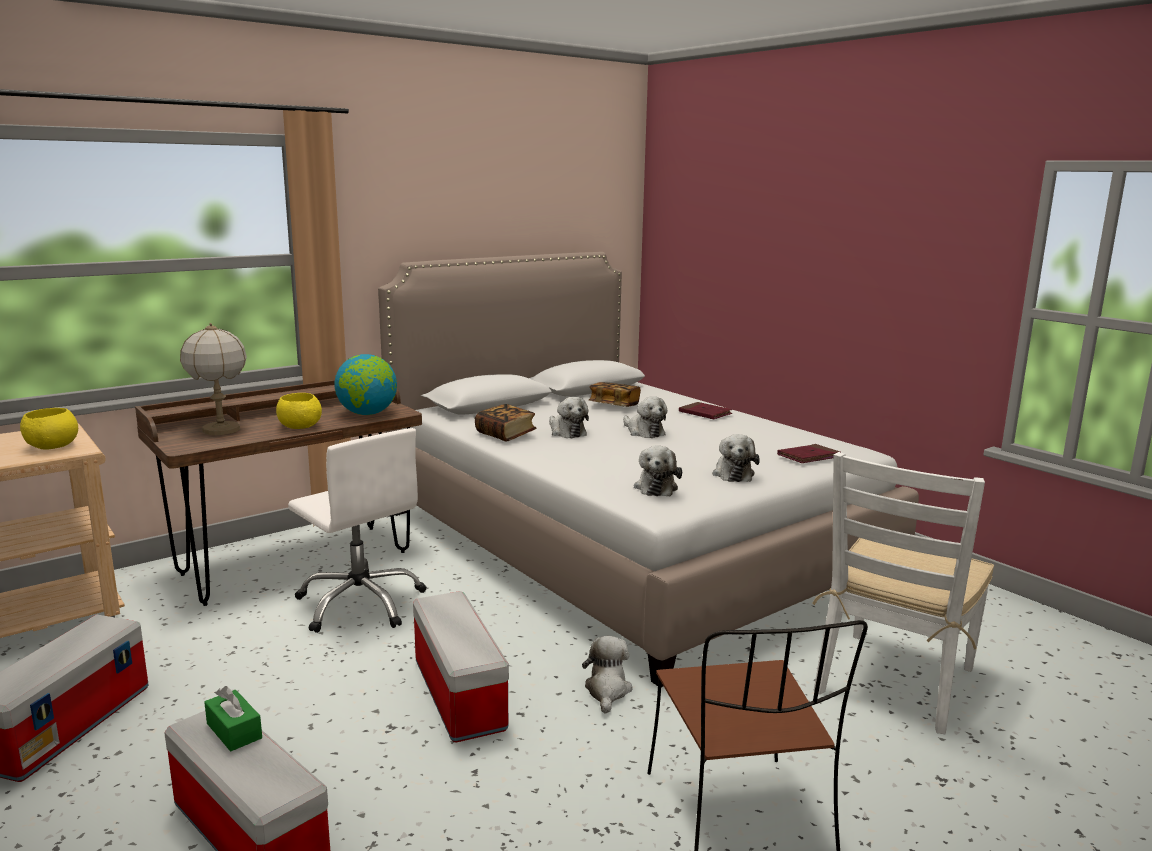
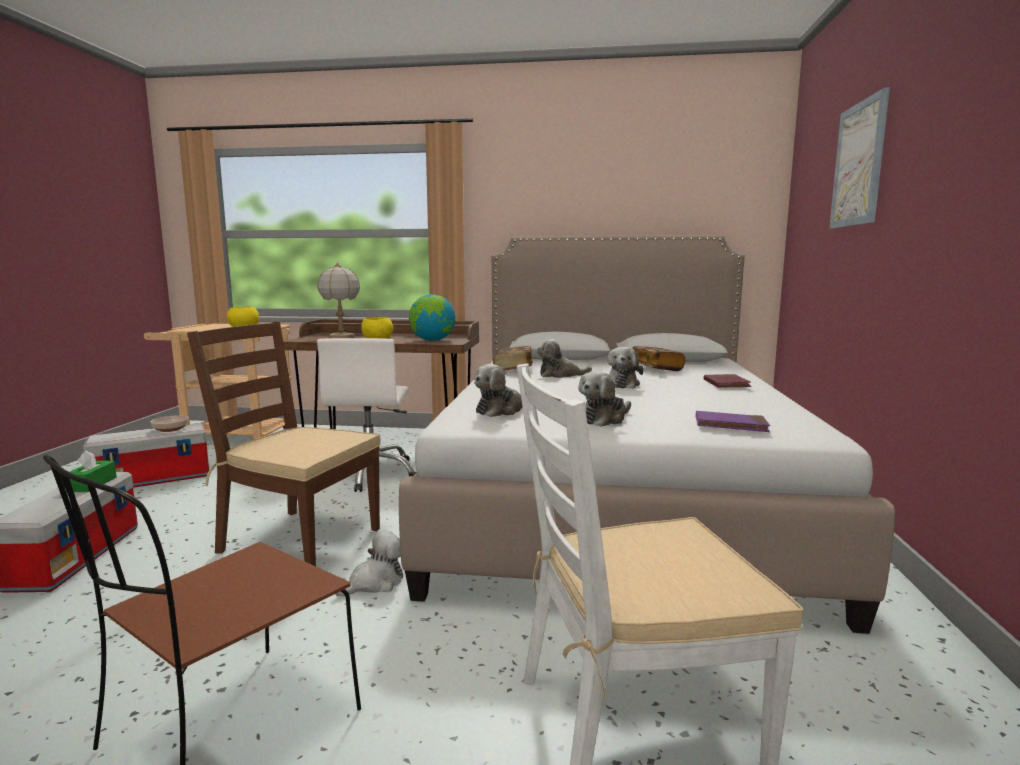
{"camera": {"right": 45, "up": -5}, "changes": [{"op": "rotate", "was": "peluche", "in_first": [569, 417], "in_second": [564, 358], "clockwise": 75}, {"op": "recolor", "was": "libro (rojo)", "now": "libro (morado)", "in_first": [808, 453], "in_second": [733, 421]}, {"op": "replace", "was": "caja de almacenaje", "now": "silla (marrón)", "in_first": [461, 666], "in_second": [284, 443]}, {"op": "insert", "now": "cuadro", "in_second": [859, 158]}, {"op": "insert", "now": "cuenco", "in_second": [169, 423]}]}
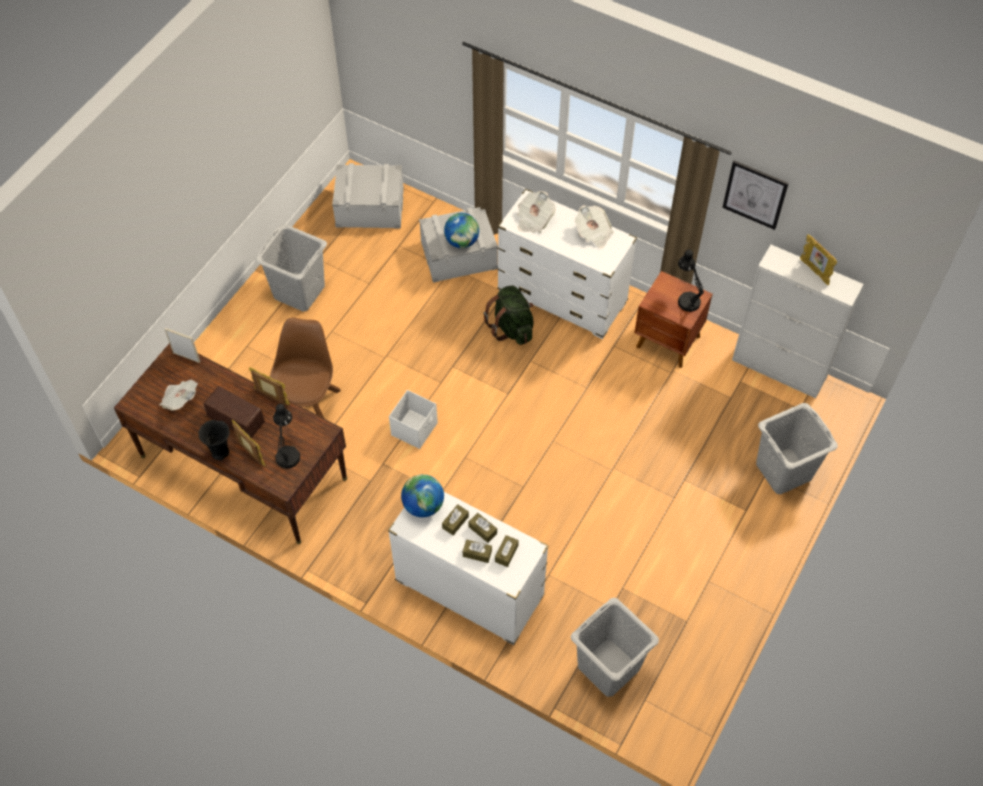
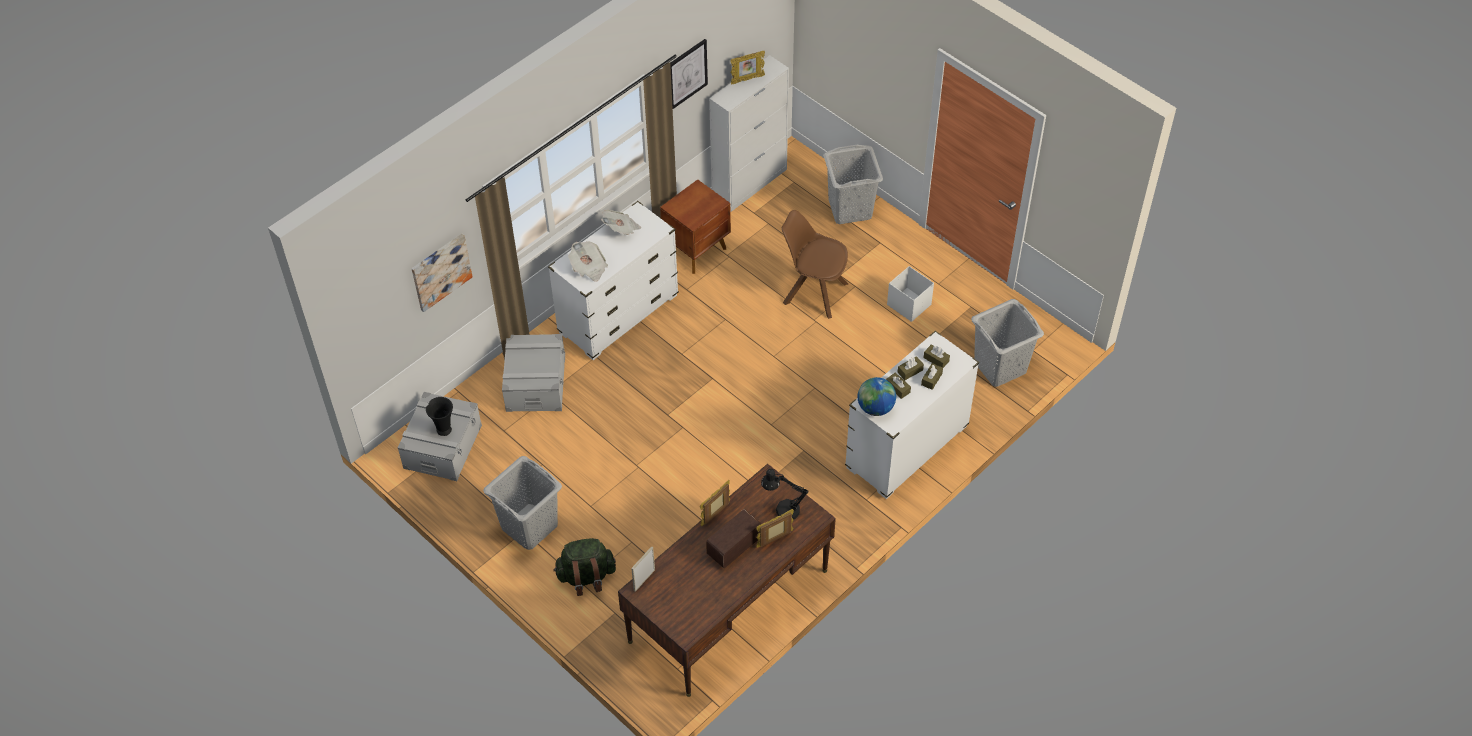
{"camera": {"right": -75, "up": -5}, "changes": [{"op": "delete", "was": "globo terráqueo", "in_first": [461, 230]}, {"op": "delete", "was": "lámpara de mesa (negro)", "in_first": [691, 280]}, {"op": "move", "was": "mochila (verde)", "in_first": [508, 315], "in_second": [584, 567]}, {"op": "move", "was": "silla (marrón)", "in_first": [305, 367], "in_second": [815, 264]}, {"op": "delete", "was": "periódico", "in_first": [178, 395]}, {"op": "move", "was": "caja de almacenaje (blanco)", "in_first": [413, 419], "in_second": [910, 294]}, {"op": "move", "was": "florero (negro)", "in_first": [214, 440], "in_second": [439, 416]}, {"op": "insert", "now": "cuadro", "in_second": [442, 272]}]}
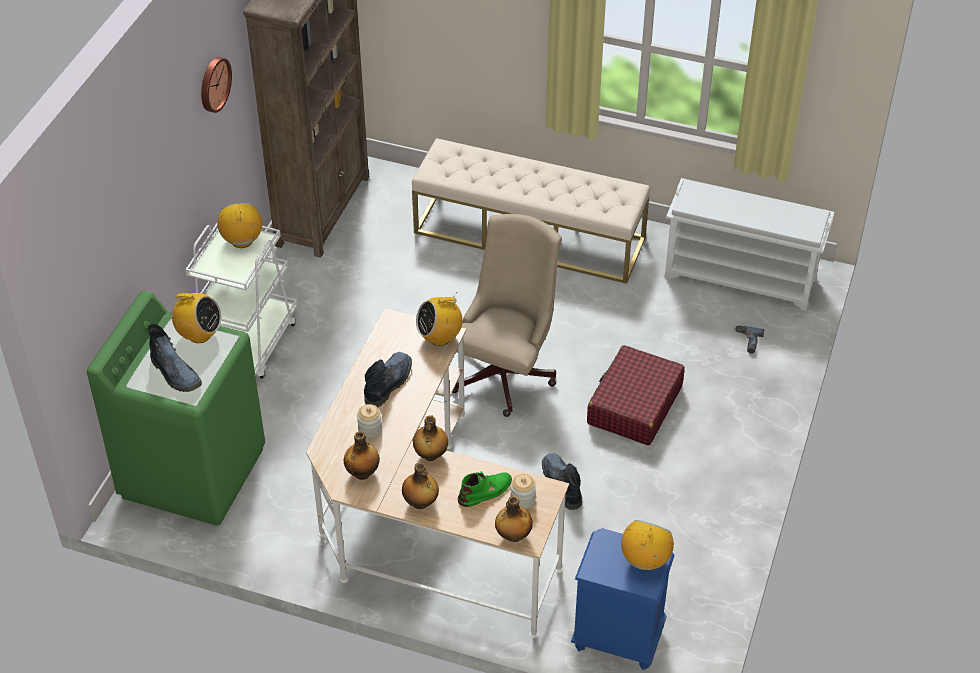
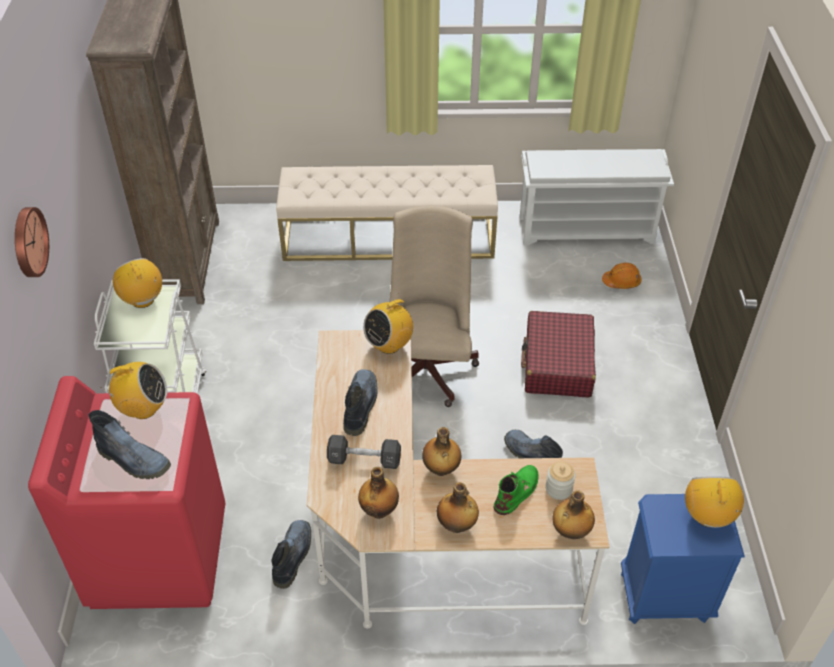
{"camera": {"right": -20, "up": 0}, "changes": [{"op": "move", "was": "reloj de pared", "in_first": [216, 85], "in_second": [32, 242]}, {"op": "recolor", "was": "lavadora (verde)", "now": "lavadora (rojo)", "in_first": [176, 408], "in_second": [126, 492]}, {"op": "replace", "was": "taladro", "now": "casco (naranja)", "in_first": [749, 339], "in_second": [622, 276]}, {"op": "replace", "was": "tarro", "now": "mancuerna (negro)", "in_first": [369, 421], "in_second": [364, 452]}, {"op": "insert", "now": "bota", "in_second": [291, 554]}]}
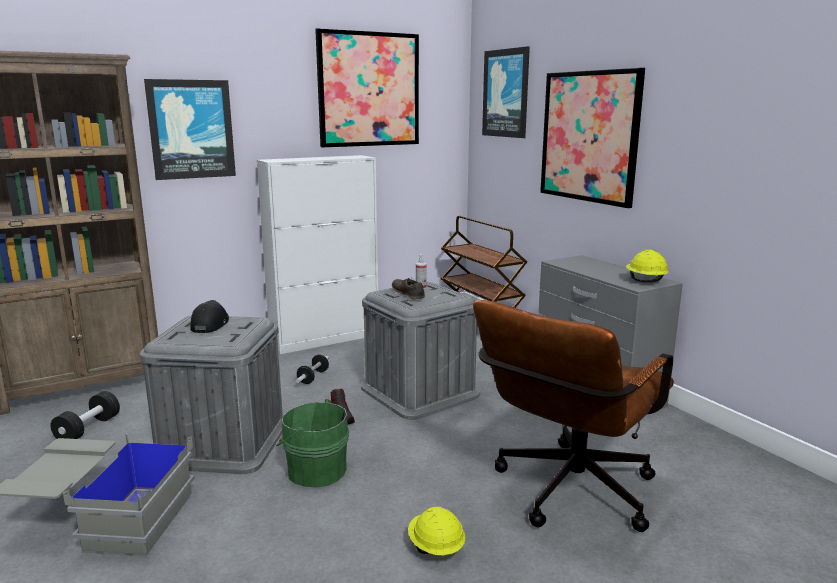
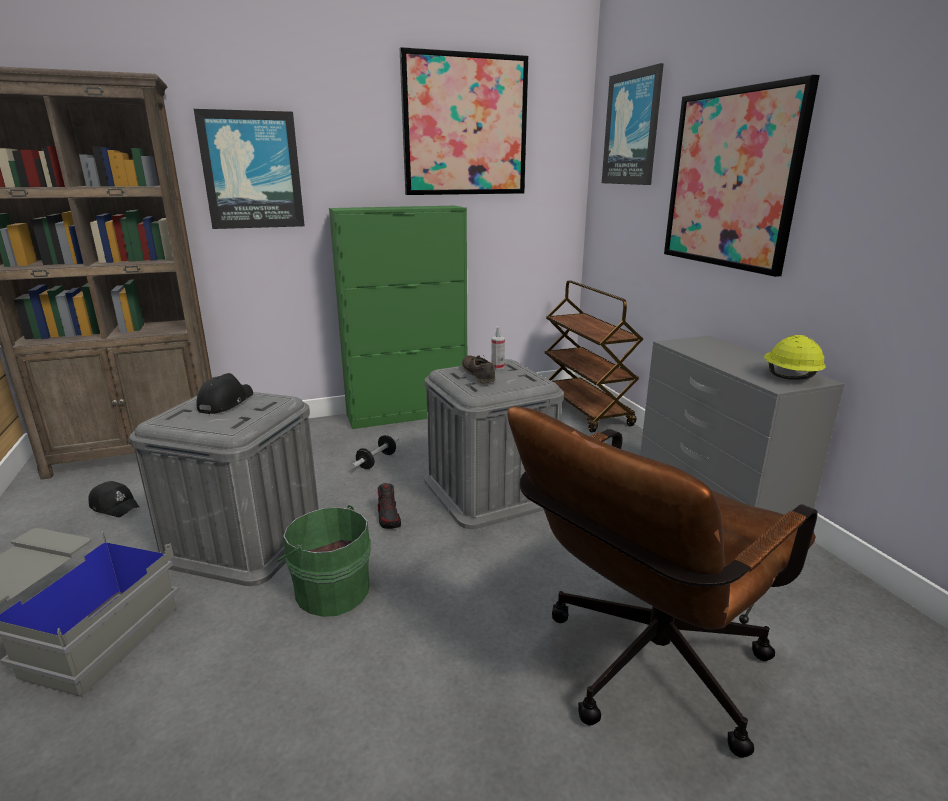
{"camera": {"right": 10, "up": 5}, "changes": [{"op": "recolor", "was": "armario (blanco)", "now": "armario (verde)", "in_first": [317, 254], "in_second": [398, 317]}, {"op": "replace", "was": "mancuerna (negro)", "now": "gorra (negro)", "in_first": [85, 415], "in_second": [114, 499]}, {"op": "delete", "was": "casco (amarillo)", "in_first": [436, 531]}]}
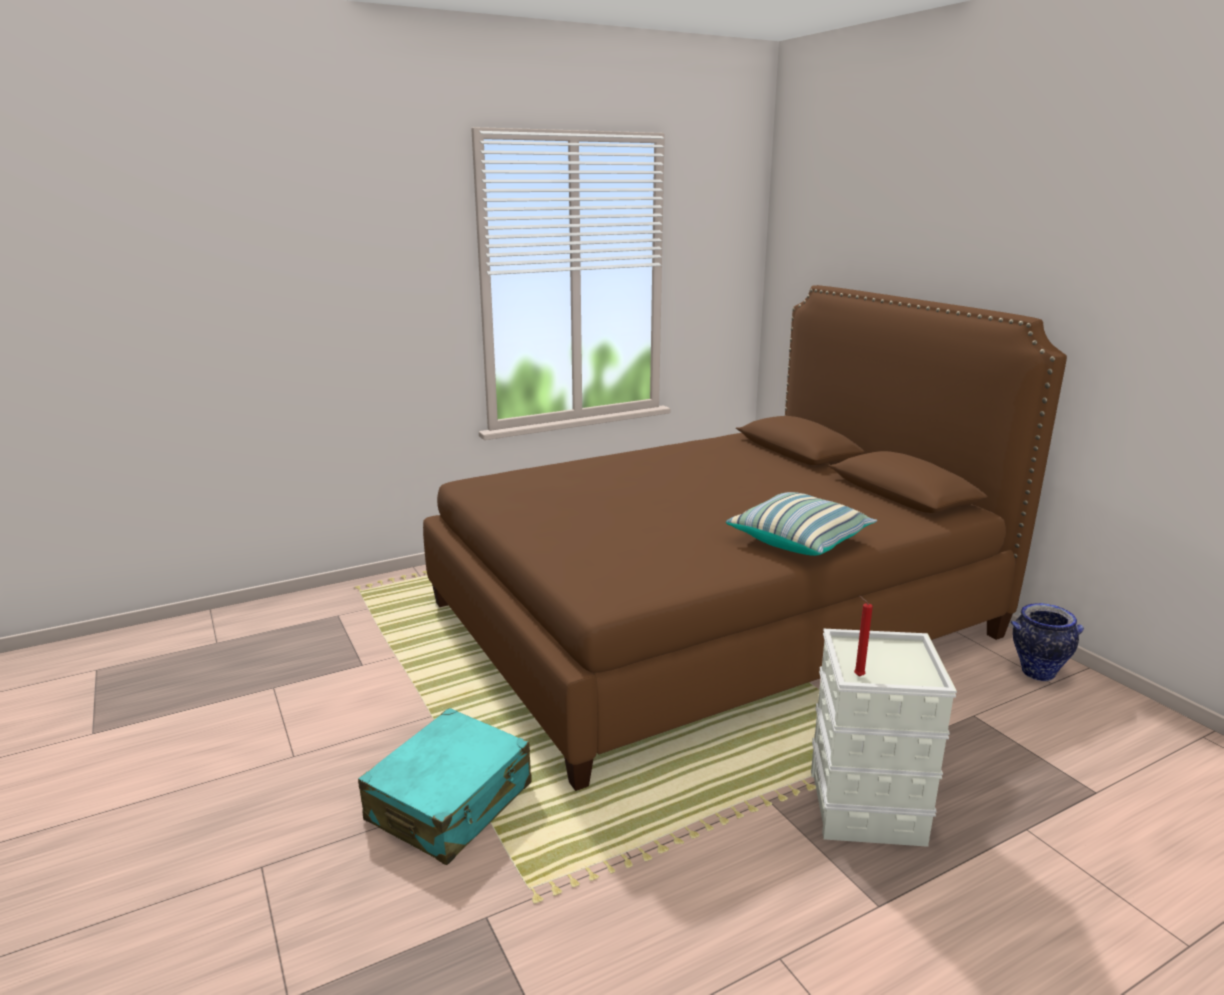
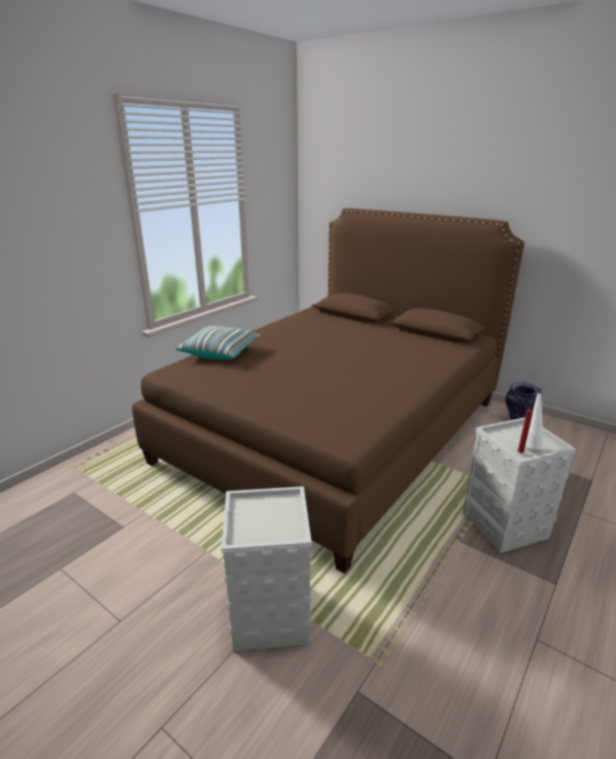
{"camera": {"right": -25, "up": 5}, "changes": [{"op": "move", "was": "cojín", "in_first": [801, 524], "in_second": [218, 343]}, {"op": "replace", "was": "maleta (turquesa)", "now": "caja de almacenaje (gris)", "in_first": [445, 786], "in_second": [266, 568]}, {"op": "insert", "now": "botella (blanco)", "in_second": [534, 419]}]}
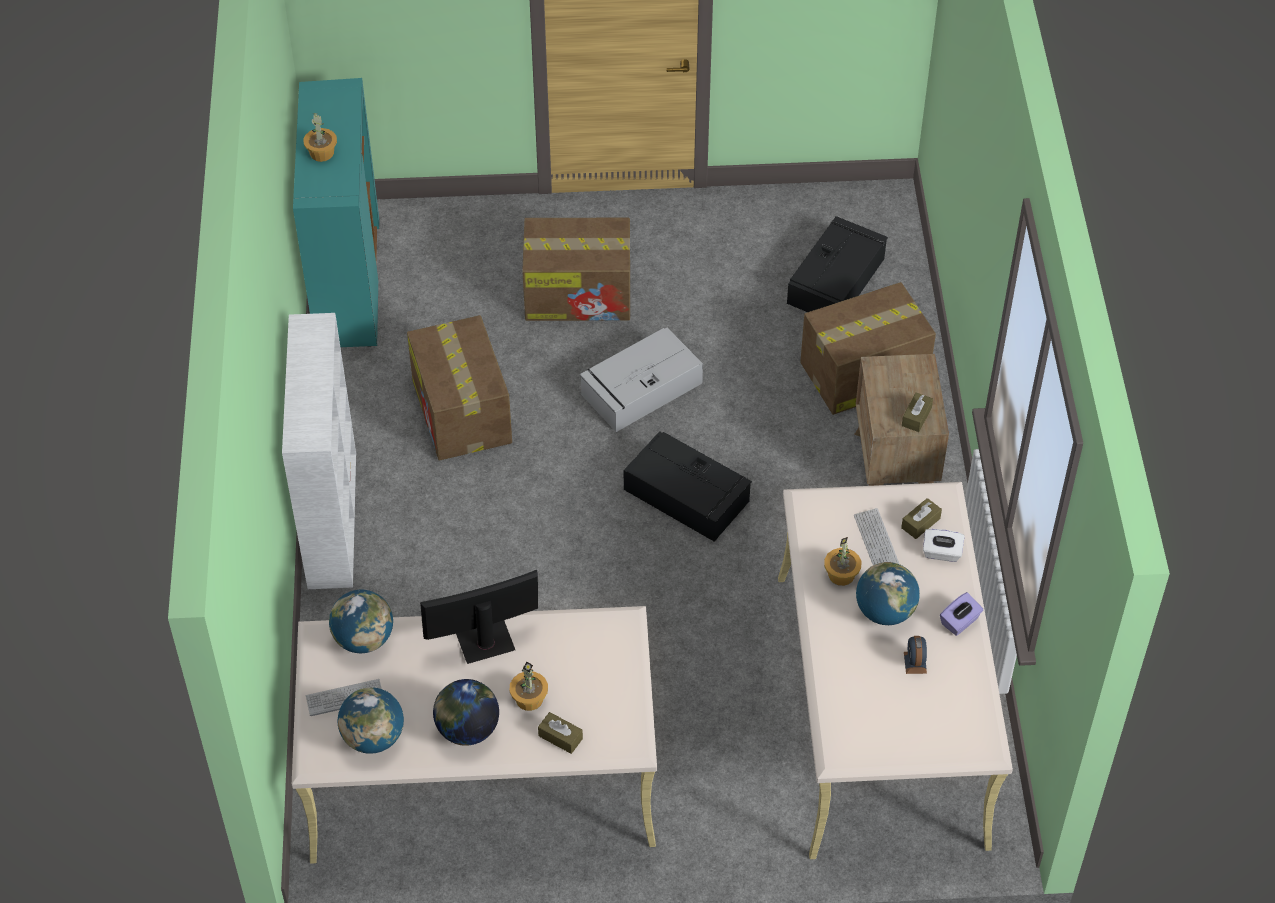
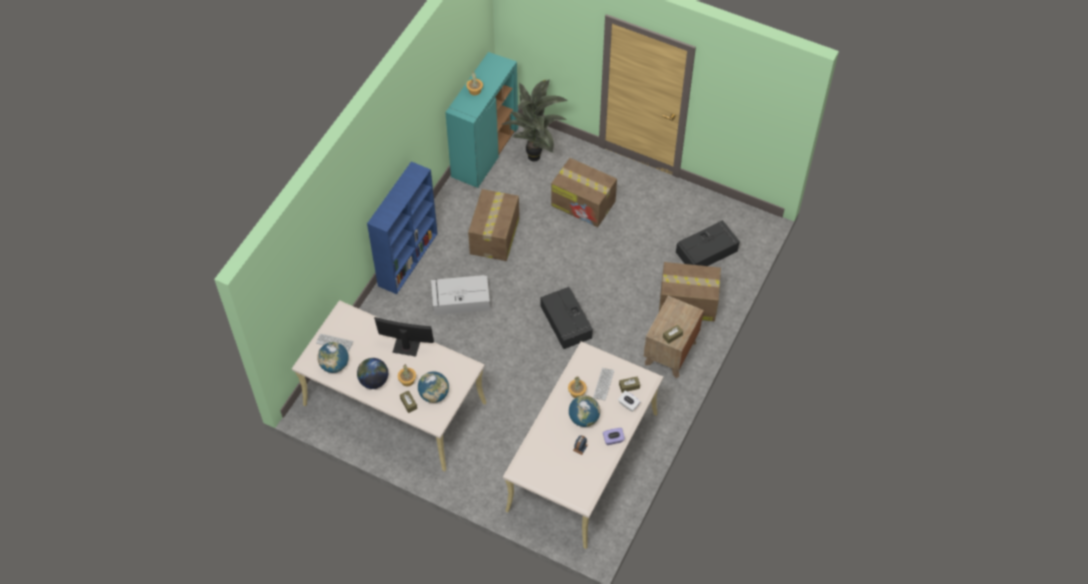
{"camera": {"right": 30, "up": 5}, "changes": [{"op": "recolor", "was": "estantería (blanco)", "now": "estantería (azul)", "in_first": [319, 451], "in_second": [402, 228]}, {"op": "move", "was": "caja de almacenaje (gris)", "in_first": [641, 380], "in_second": [460, 295]}, {"op": "move", "was": "globo terráqueo", "in_first": [361, 621], "in_second": [433, 387]}, {"op": "insert", "now": "planta en maceta", "in_second": [535, 120]}]}
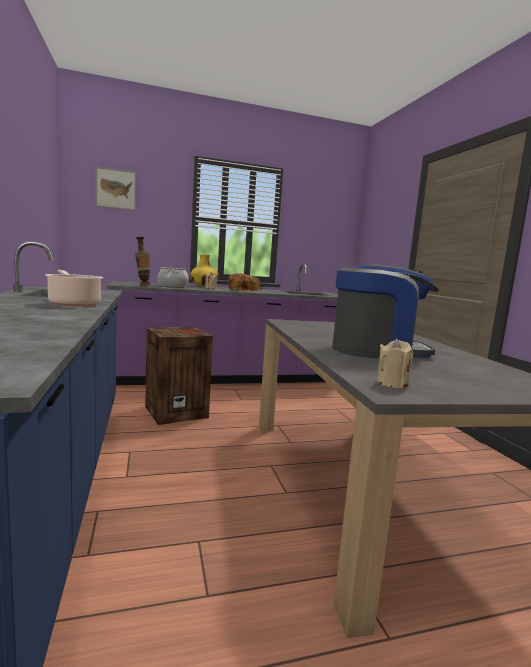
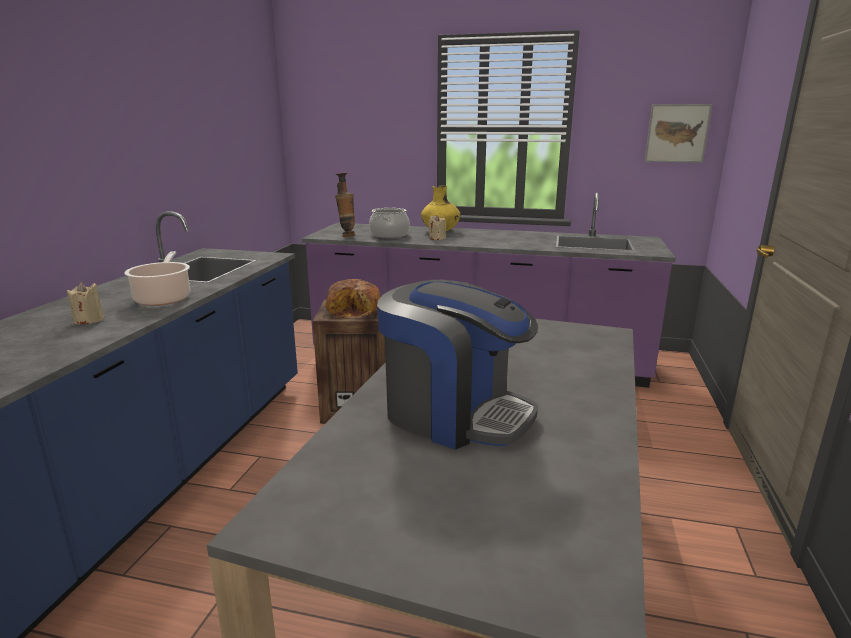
{"camera": {"right": 30, "up": 10}, "changes": [{"op": "move", "was": "cuadro", "in_first": [116, 189], "in_second": [678, 133]}, {"op": "move", "was": "pan", "in_first": [246, 282], "in_second": [352, 298]}, {"op": "move", "was": "vela (beis)", "in_first": [394, 363], "in_second": [85, 303]}]}
